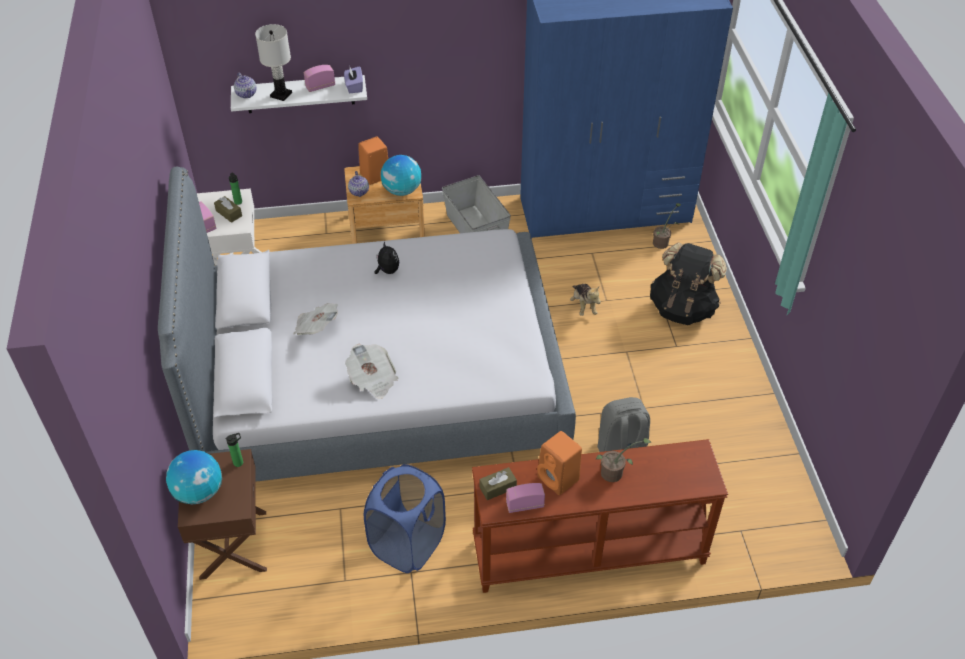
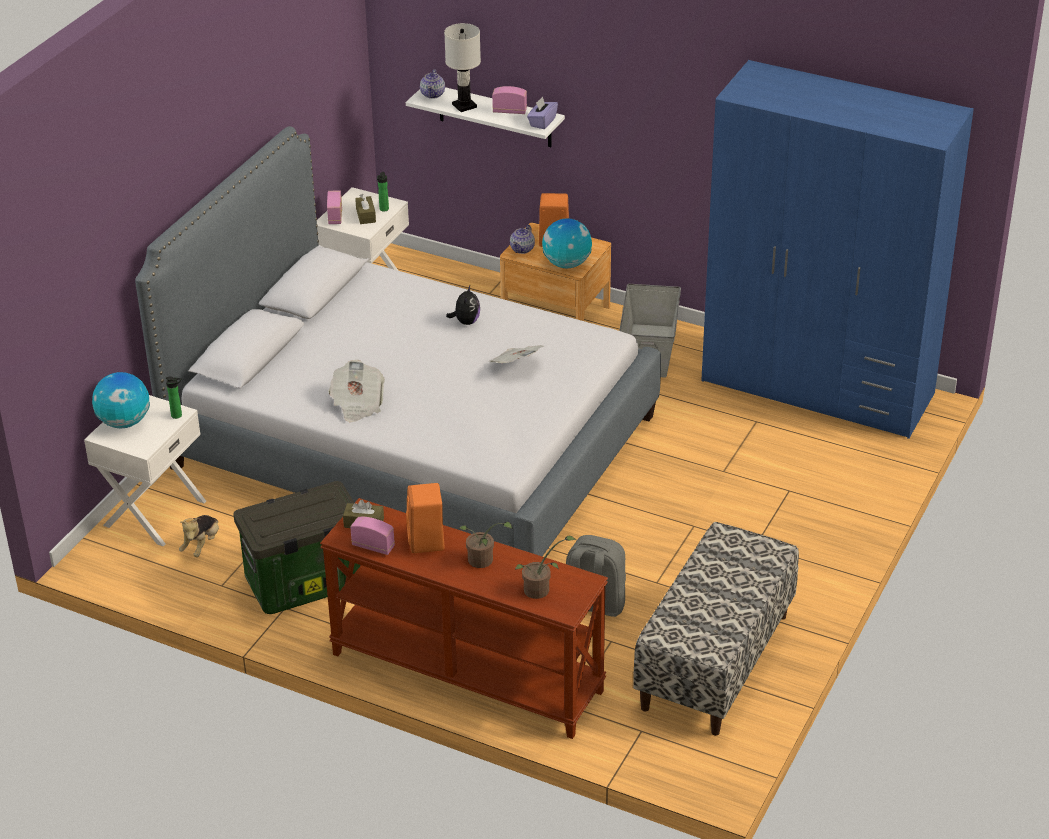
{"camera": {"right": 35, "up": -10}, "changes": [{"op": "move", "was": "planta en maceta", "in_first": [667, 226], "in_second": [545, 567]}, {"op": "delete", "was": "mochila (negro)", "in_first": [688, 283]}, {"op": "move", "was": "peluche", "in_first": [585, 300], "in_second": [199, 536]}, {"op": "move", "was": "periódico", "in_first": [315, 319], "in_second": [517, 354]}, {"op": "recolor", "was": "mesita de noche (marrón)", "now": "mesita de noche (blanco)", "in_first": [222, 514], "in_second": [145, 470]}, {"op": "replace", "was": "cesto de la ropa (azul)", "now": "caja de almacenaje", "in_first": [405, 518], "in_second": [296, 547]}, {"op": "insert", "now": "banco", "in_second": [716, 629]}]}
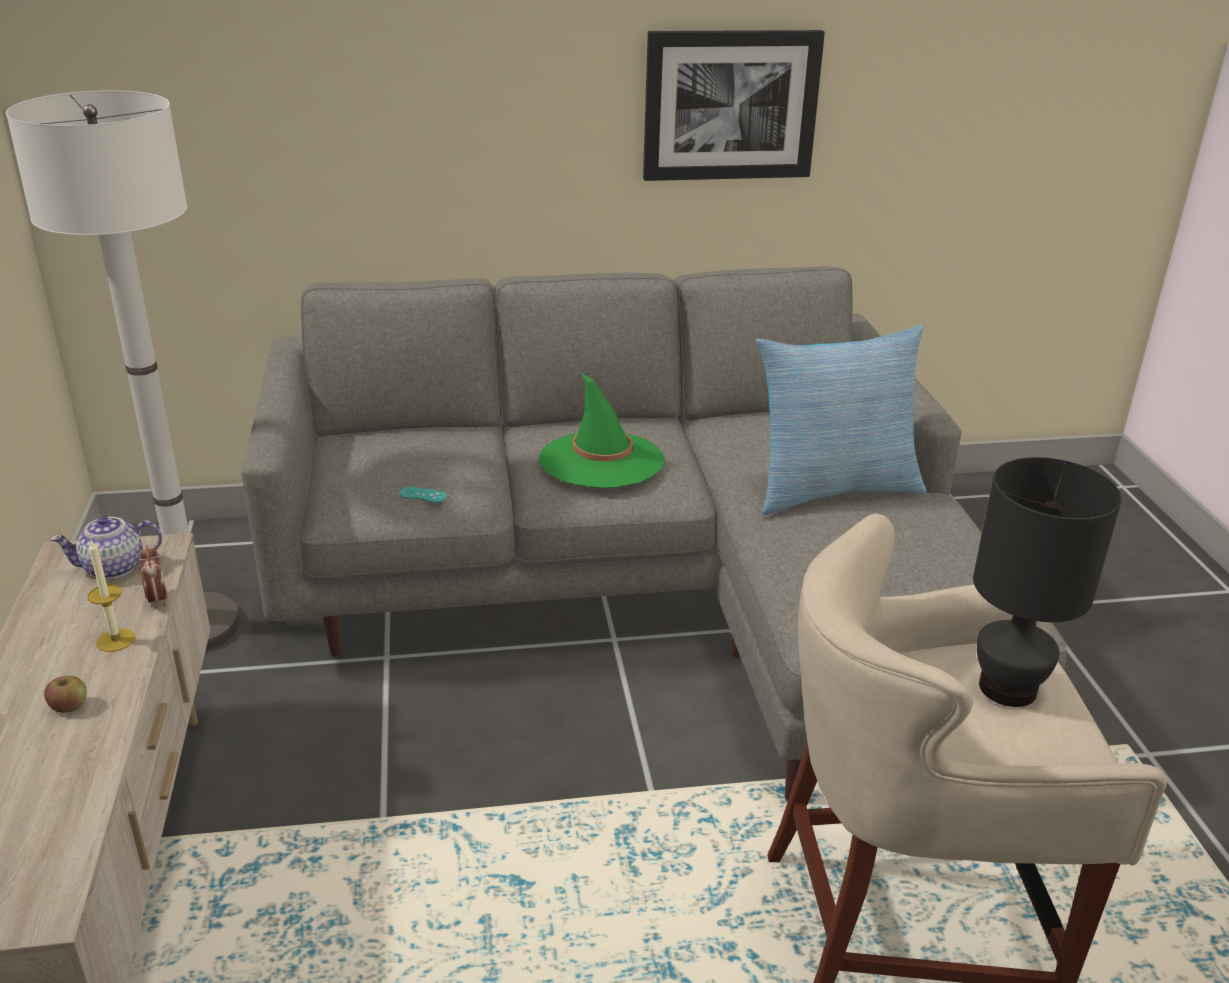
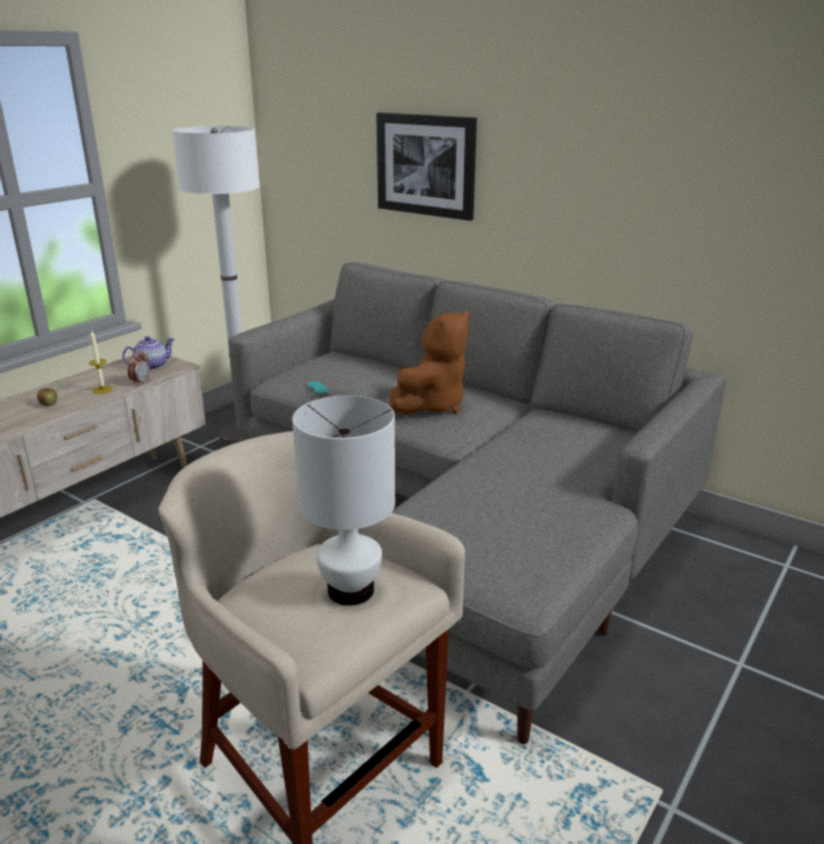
{"camera": {"right": 45, "up": -5}, "changes": [{"op": "move", "was": "cuadro", "in_first": [734, 105], "in_second": [426, 166]}, {"op": "delete", "was": "cojín", "in_first": [841, 420]}, {"op": "replace", "was": "sombrero (verde)", "now": "peluche (marrón)", "in_first": [602, 430], "in_second": [430, 363]}, {"op": "recolor", "was": "lámpara de mesa (negro)", "now": "lámpara de mesa (blanco)", "in_first": [1047, 582], "in_second": [343, 500]}, {"op": "rotate", "was": "tetera", "in_first": [106, 547], "in_second": [148, 353], "clockwise": 120}]}
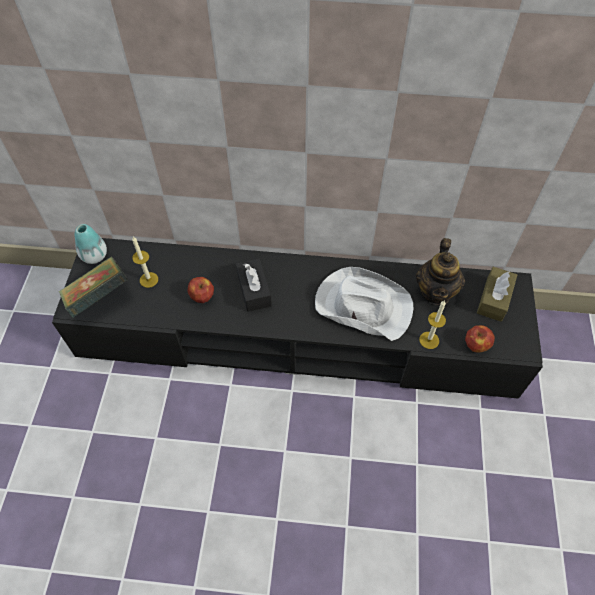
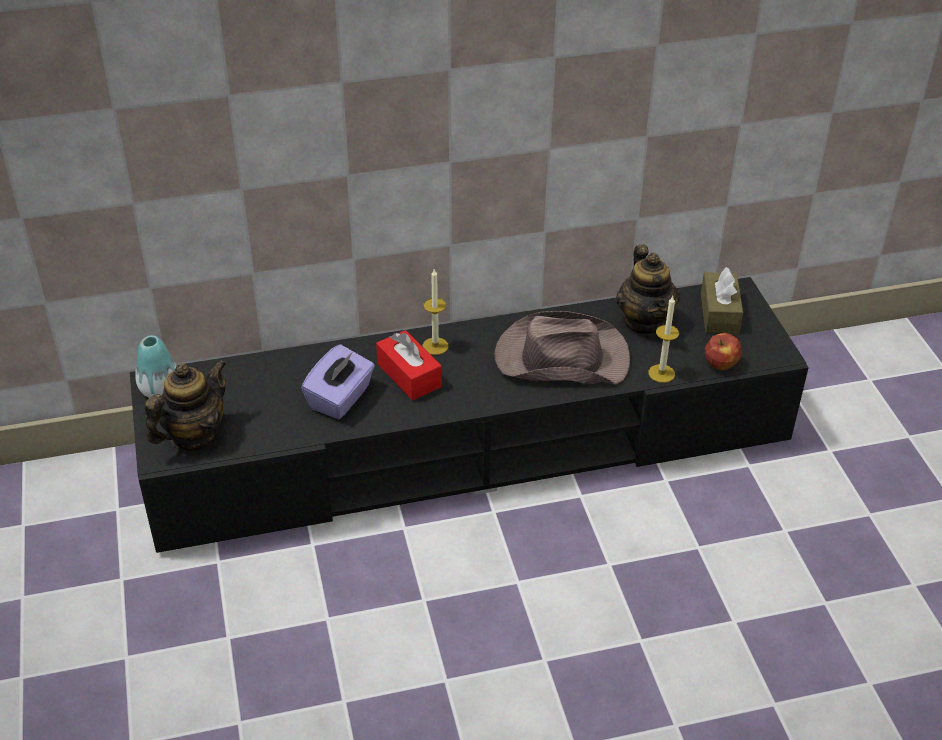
{"camera": {"right": -20, "up": -15}, "changes": [{"op": "move", "was": "vela", "in_first": [145, 262], "in_second": [436, 312]}, {"op": "replace", "was": "libro", "now": "tetera", "in_first": [93, 287], "in_second": [185, 405]}, {"op": "recolor", "was": "caja de pañuelos (negro)", "now": "caja de pañuelos (rojo)", "in_first": [254, 285], "in_second": [409, 365]}, {"op": "recolor", "was": "sombrero (blanco)", "now": "sombrero (marrón)", "in_first": [364, 304], "in_second": [562, 348]}, {"op": "replace", "was": "manzana", "now": "caja de pañuelos (morado)", "in_first": [200, 290], "in_second": [338, 381]}]}
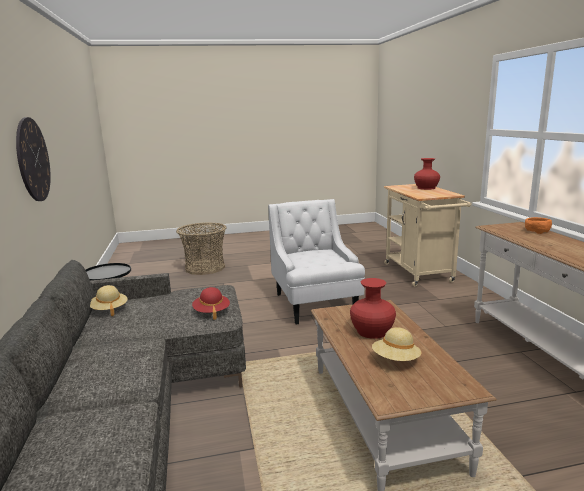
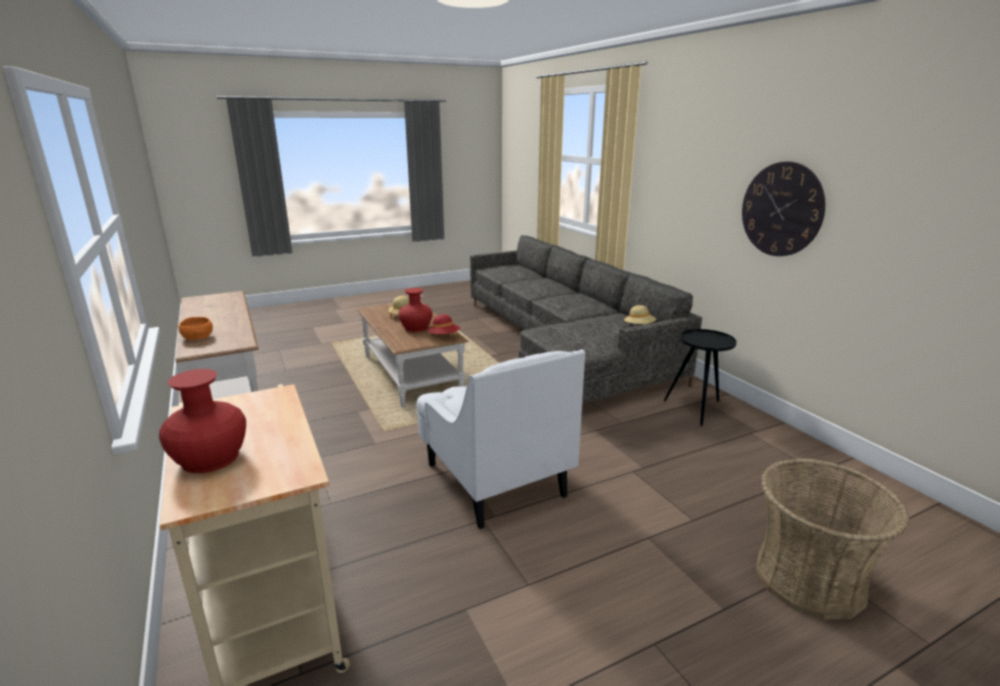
{"camera": {"right": 165, "up": 5}, "changes": [{"op": "move", "was": "sombrero (rojo)", "in_first": [211, 303], "in_second": [443, 324]}]}
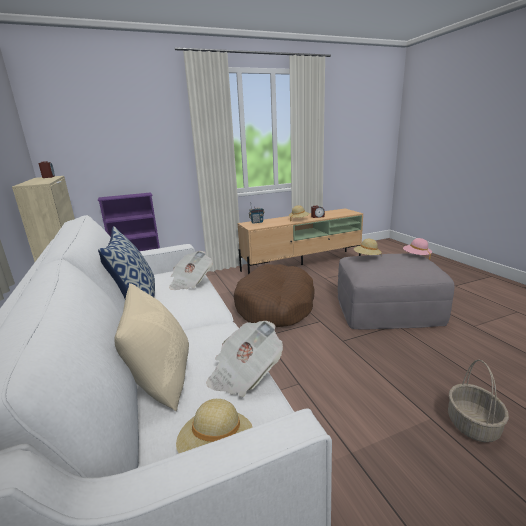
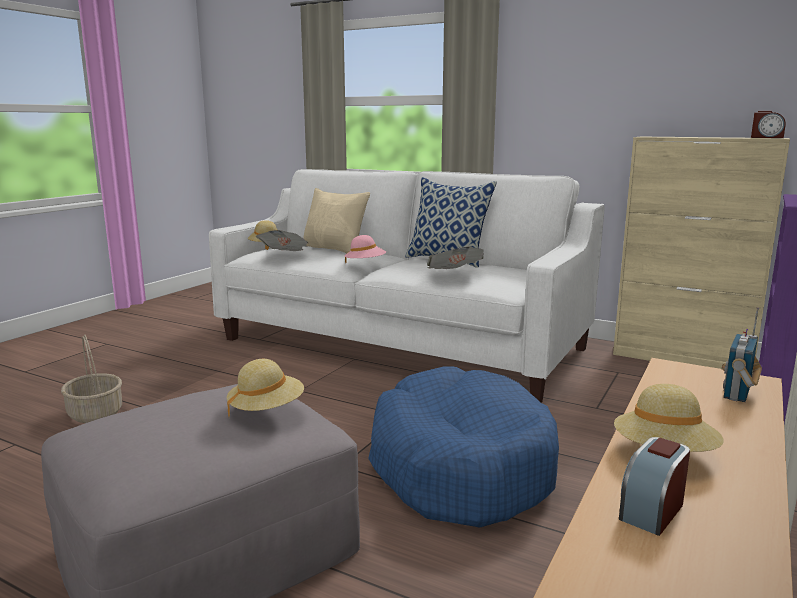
{"camera": {"right": 140, "up": -5}, "changes": [{"op": "move", "was": "sombrero (rosa)", "in_first": [417, 249], "in_second": [365, 249]}, {"op": "recolor", "was": "cama para perro (marrón)", "now": "cama para perro (azul)", "in_first": [274, 295], "in_second": [463, 447]}]}
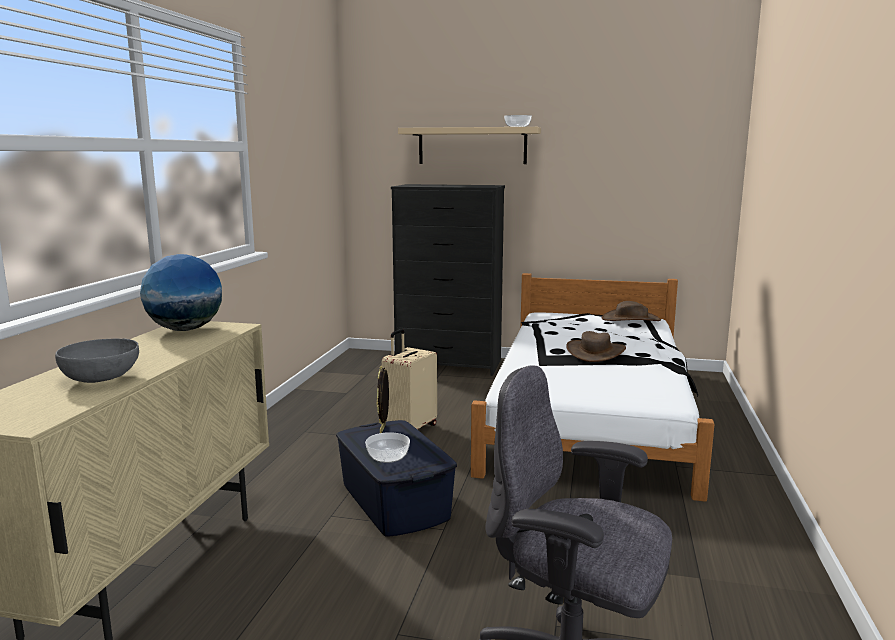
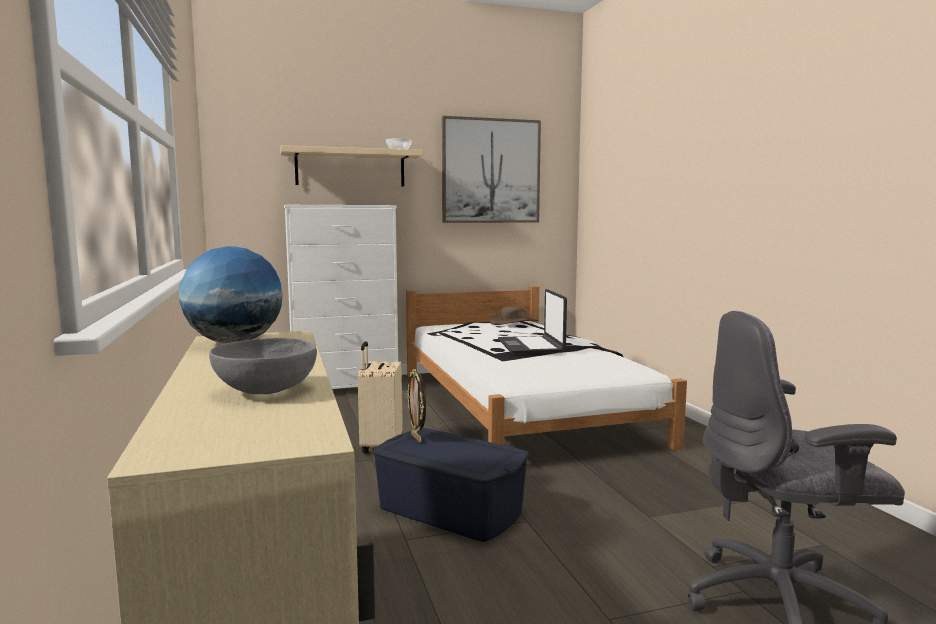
{"camera": {"right": -30, "up": -5}, "changes": [{"op": "recolor", "was": "cómoda (negro)", "now": "cómoda (blanco)", "in_first": [448, 280], "in_second": [341, 297]}, {"op": "replace", "was": "sombrero (marrón)", "now": "portátil", "in_first": [596, 346], "in_second": [532, 321]}, {"op": "delete", "was": "cuenco", "in_first": [387, 447]}, {"op": "insert", "now": "cuadro", "in_second": [491, 169]}]}
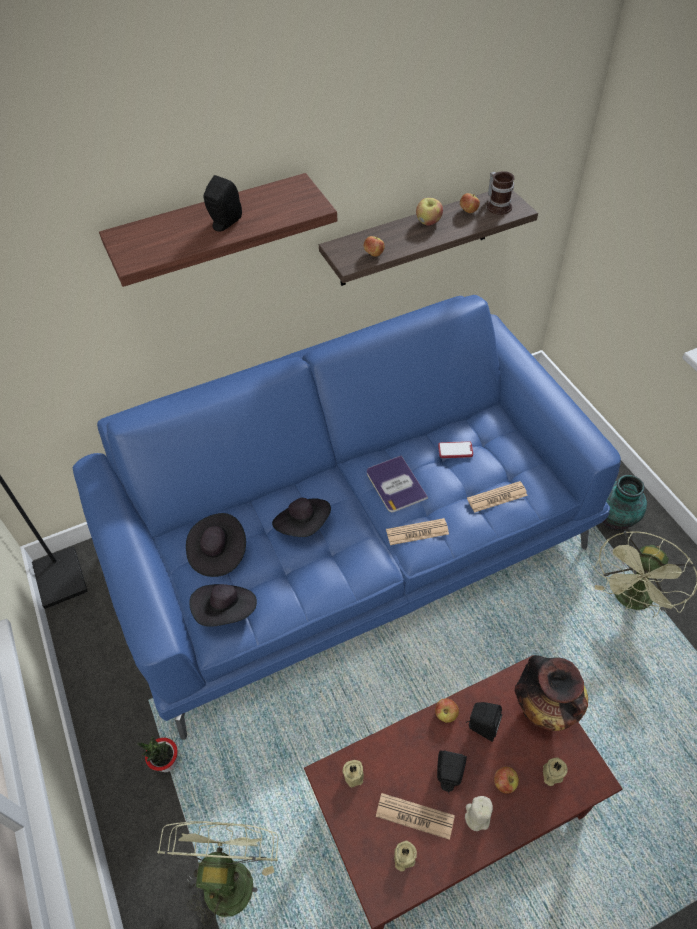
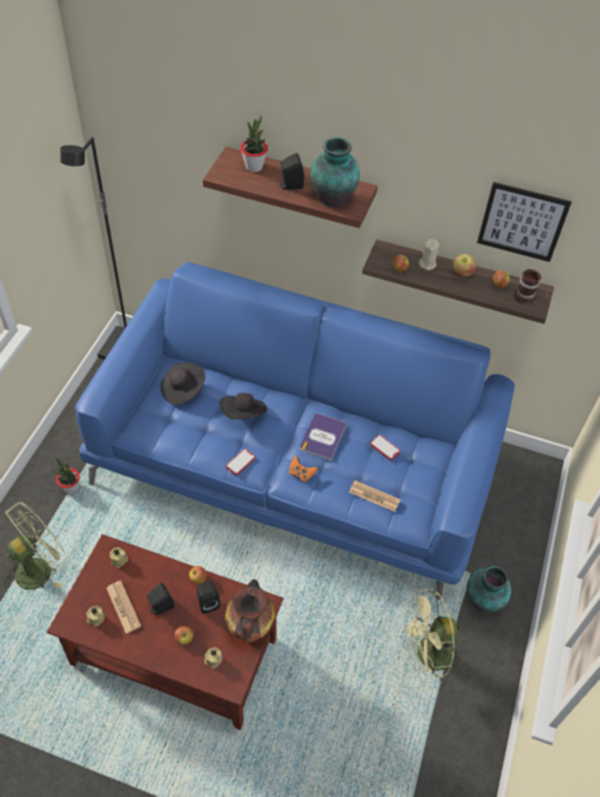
{"camera": {"right": 40, "up": 0}, "changes": [{"op": "replace", "was": "periódico", "now": "mando de consola (naranja)", "in_first": [417, 531], "in_second": [303, 469]}, {"op": "delete", "was": "sombrero (negro)", "in_first": [223, 605]}, {"op": "move", "was": "vela (beis)", "in_first": [479, 813], "in_second": [428, 254]}, {"op": "insert", "now": "planta en maceta", "in_second": [254, 144]}, {"op": "insert", "now": "florero", "in_second": [335, 172]}, {"op": "insert", "now": "cuadro", "in_second": [524, 222]}, {"op": "insert", "now": "móvil", "in_second": [241, 462]}]}
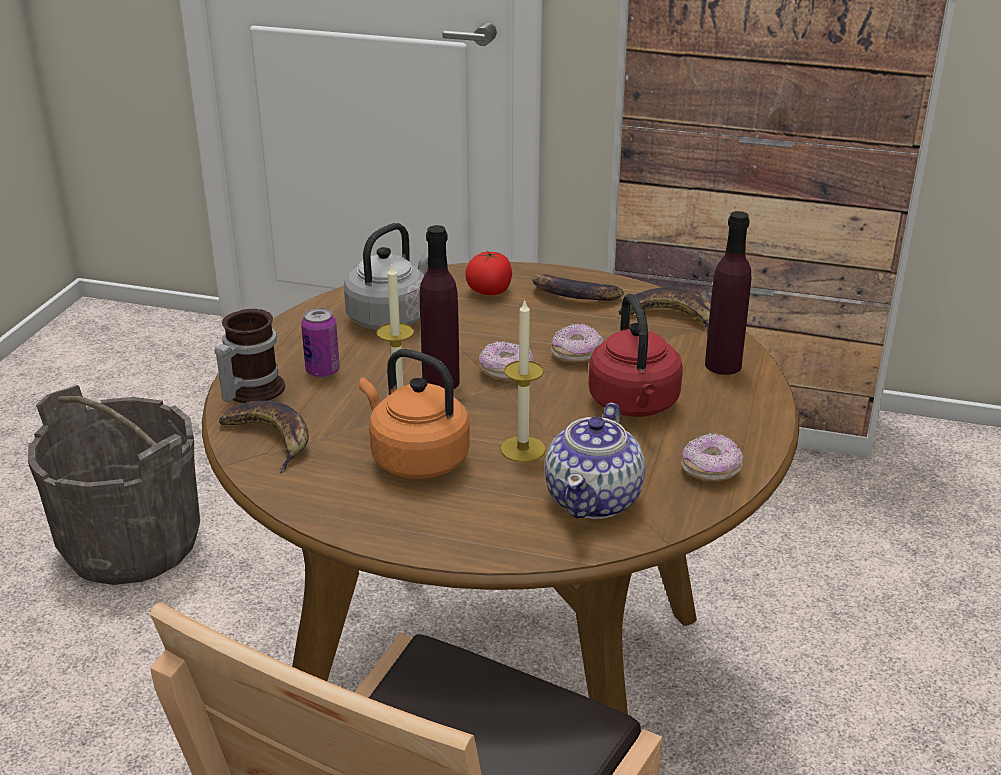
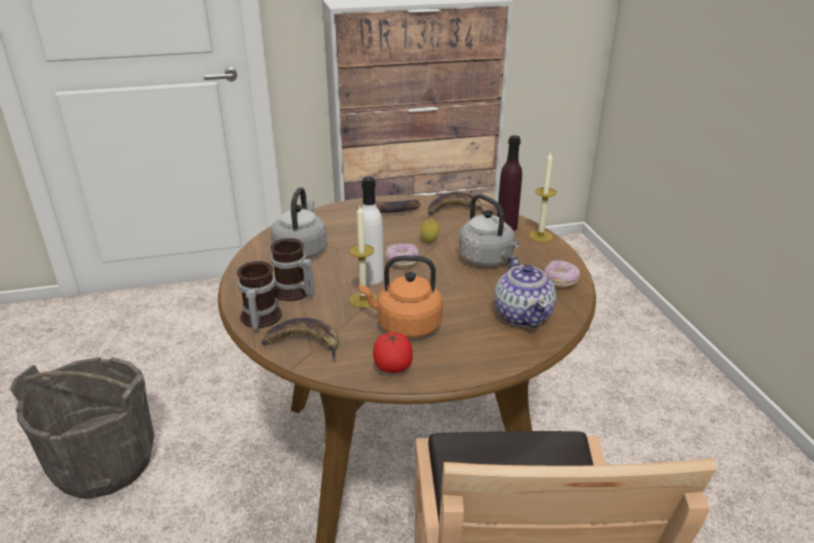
{"camera": {"right": -30, "up": 0}, "changes": [{"op": "recolor", "was": "botella (morado)", "now": "botella (blanco)", "in_first": [440, 307], "in_second": [372, 231]}, {"op": "move", "was": "tomate", "in_first": [488, 273], "in_second": [393, 352]}, {"op": "recolor", "was": "hervidor (rojo)", "now": "hervidor (gris)", "in_first": [636, 355], "in_second": [489, 230]}, {"op": "move", "was": "vela", "in_first": [523, 380], "in_second": [543, 196]}, {"op": "replace", "was": "lata", "now": "taza grande", "in_first": [320, 343], "in_second": [292, 269]}, {"op": "replace", "was": "rosquilla", "now": "limón", "in_first": [577, 343], "in_second": [429, 230]}]}
